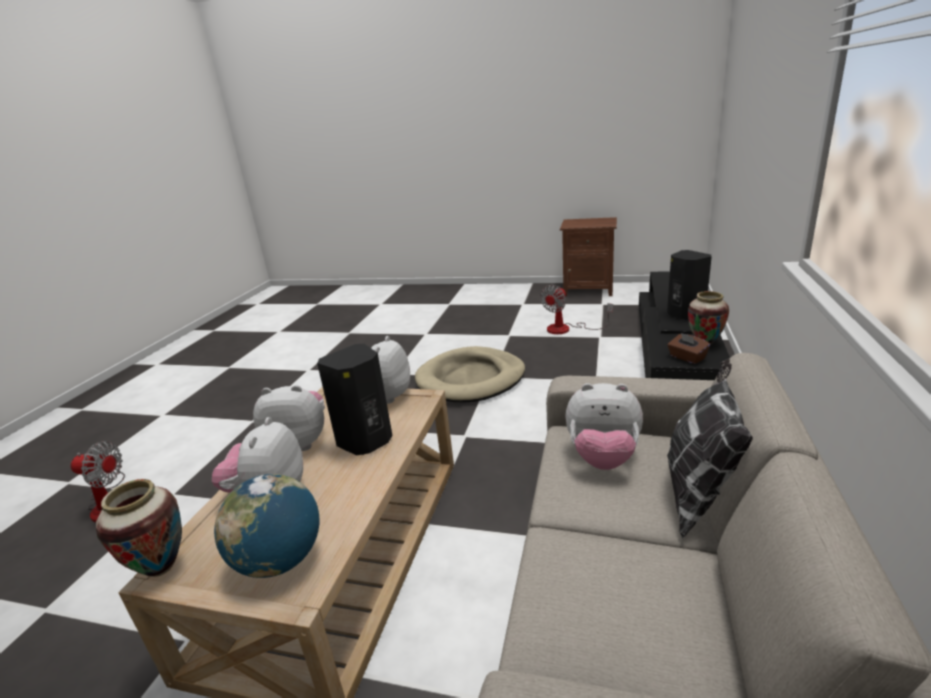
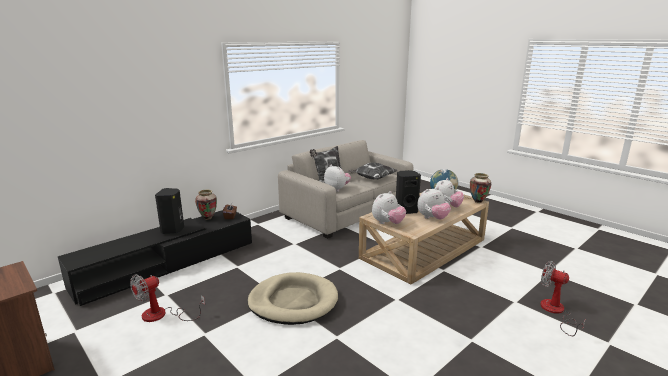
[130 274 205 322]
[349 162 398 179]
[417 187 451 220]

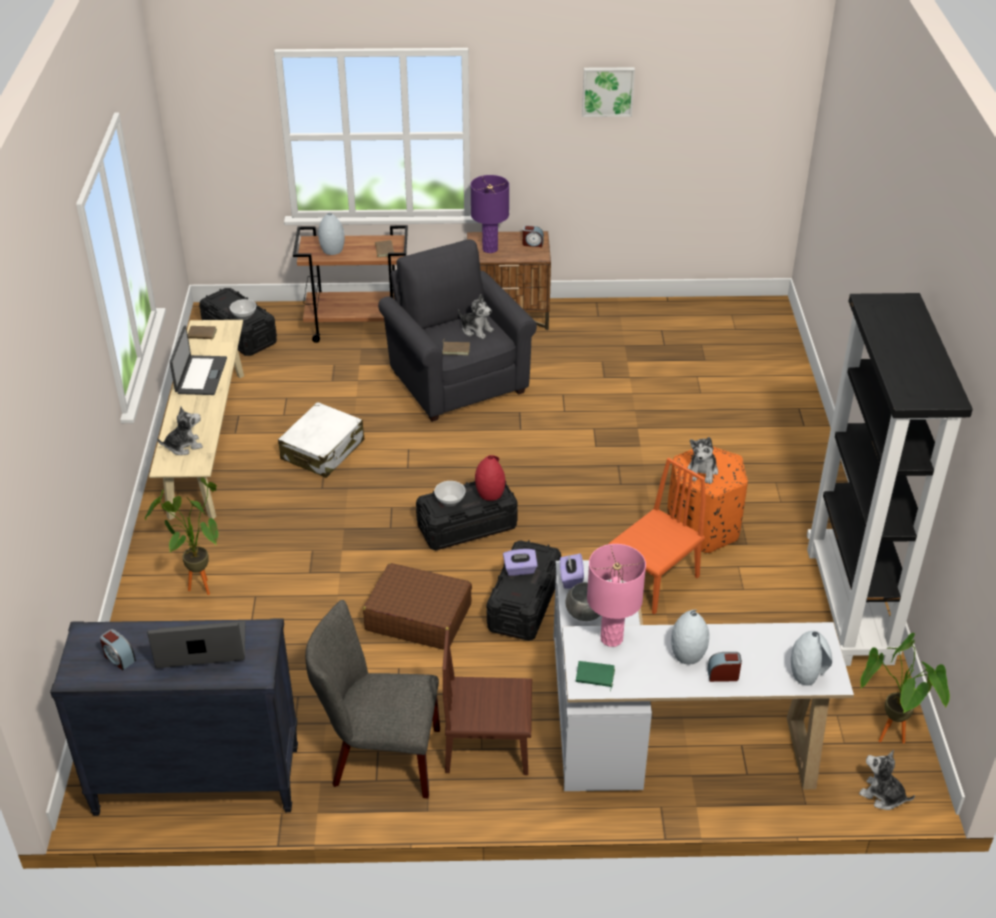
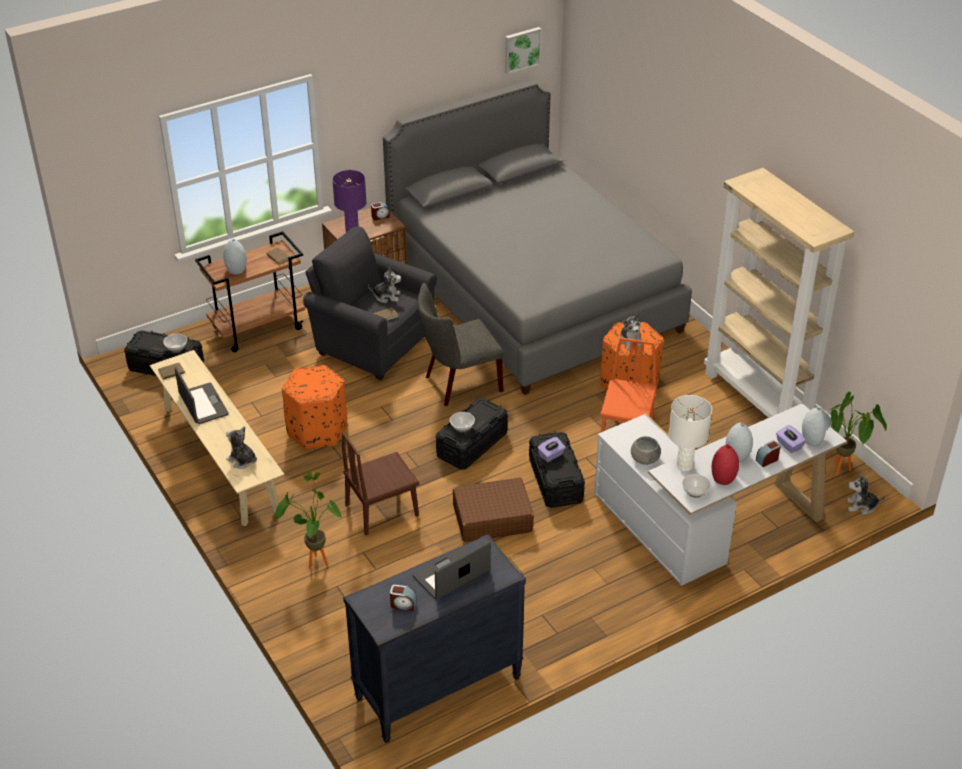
[226 426 257 469]
[282 365 347 450]
[342 432 419 536]
[383 80 692 395]
[417 283 504 406]
[505 27 542 74]
[668 395 712 471]
[682 474 711 498]
[704 168 854 418]
[711 444 739 485]
[776 425 806 453]

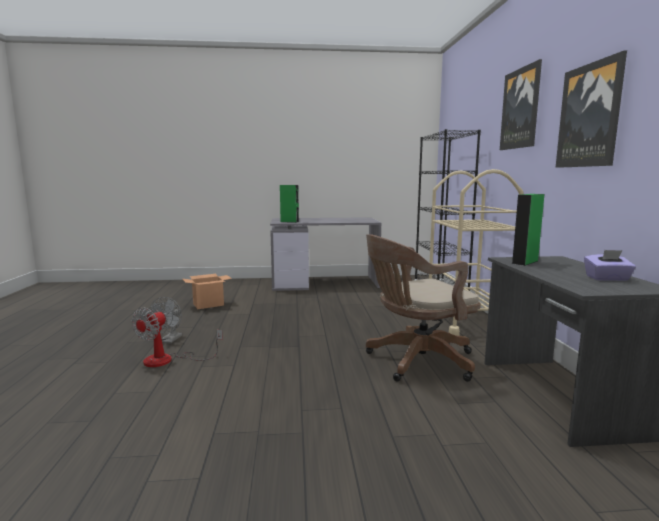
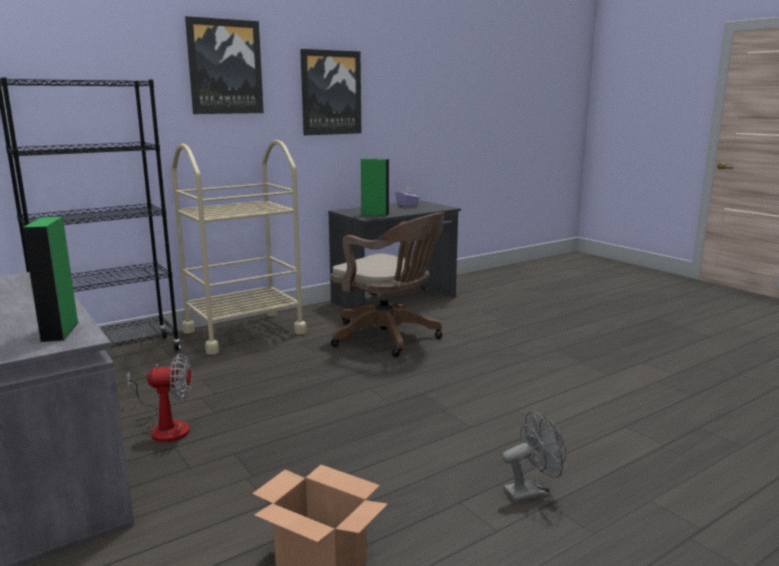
[127 353 192 442]

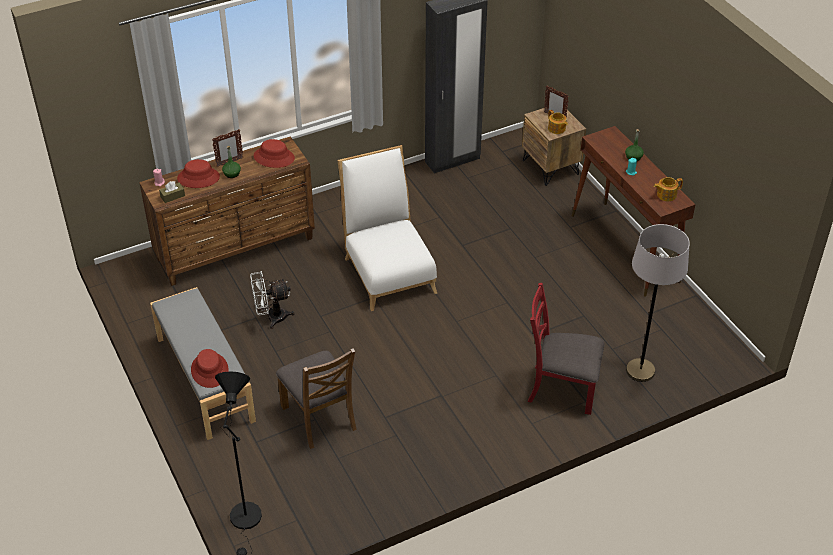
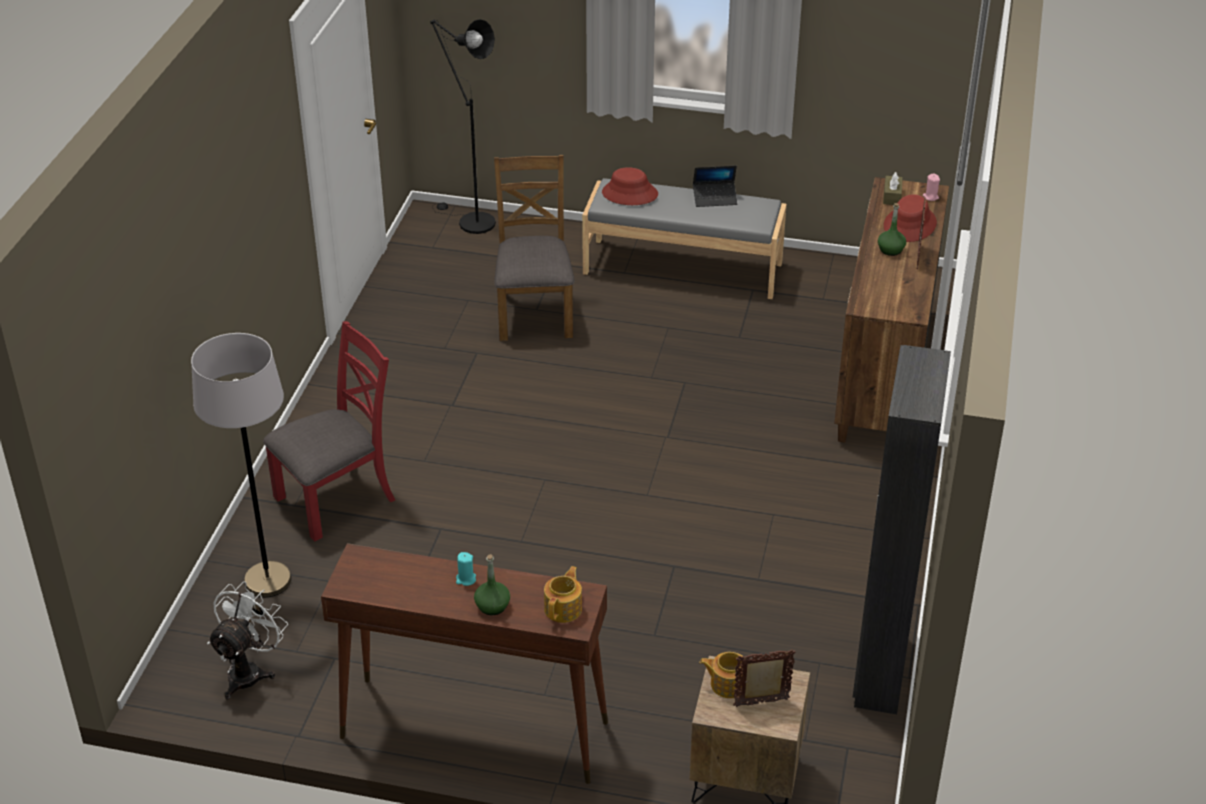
[207 581 288 699]
[494 155 575 341]
[544 566 582 623]
[693 165 737 207]
[254 139 295 168] (first image)
[337 145 437 311] (first image)

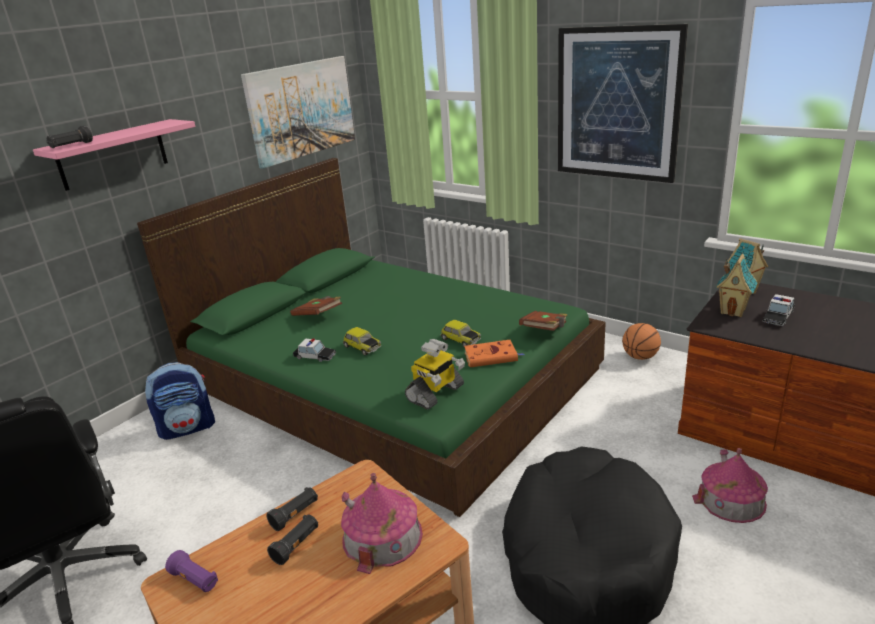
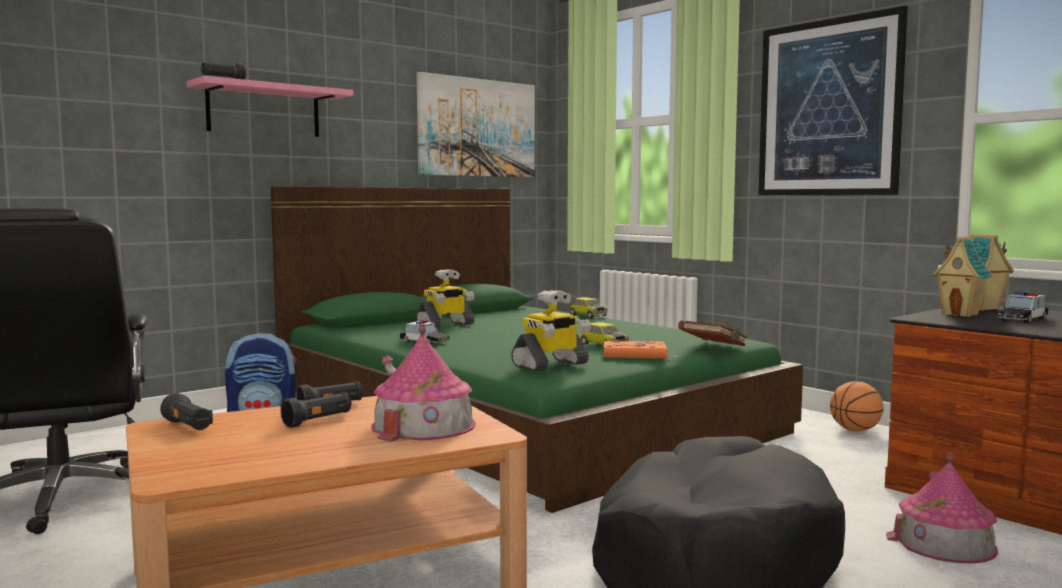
[160 393 213 430]
[416 269 474 328]
[570 297 608 318]

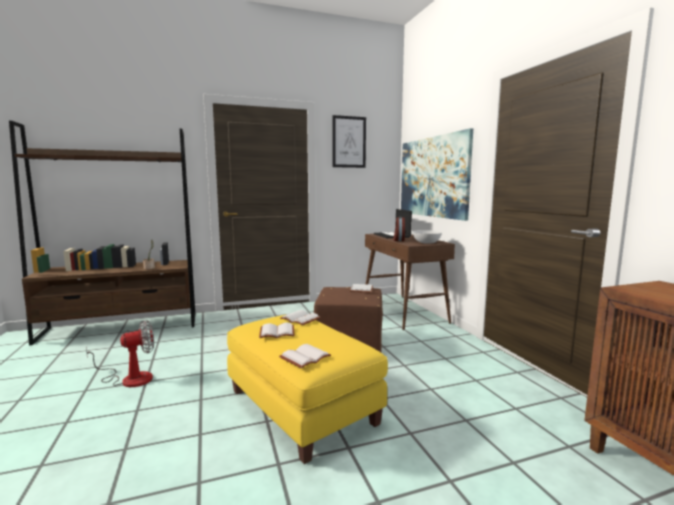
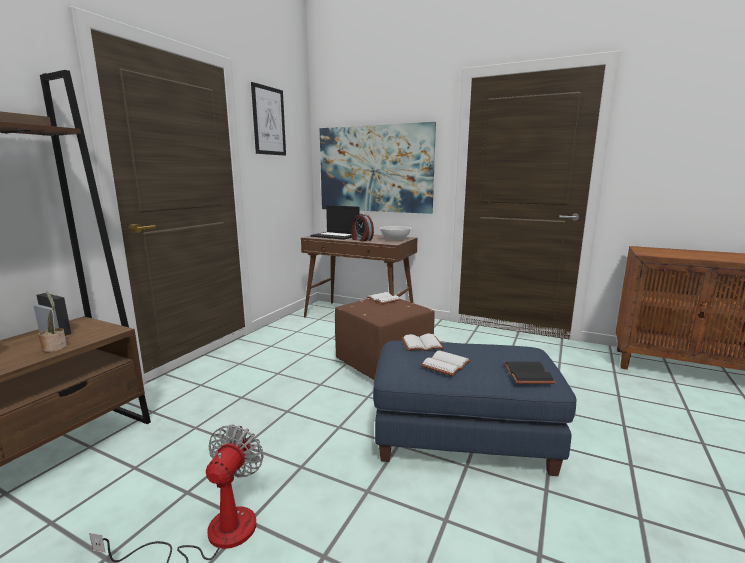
[373 341 577 476]
[503 362 556 384]

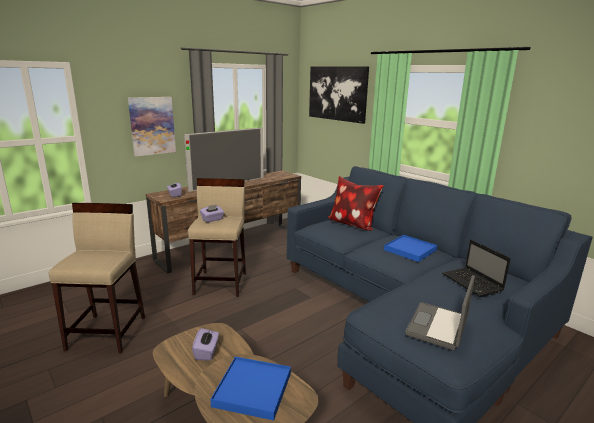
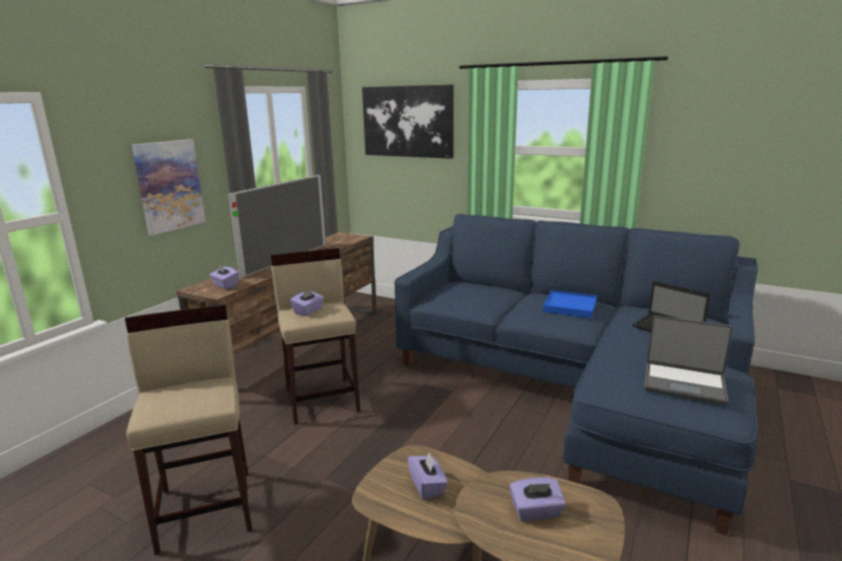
[509 477 566 521]
[644 316 733 405]
[328 176 384 231] (first image)

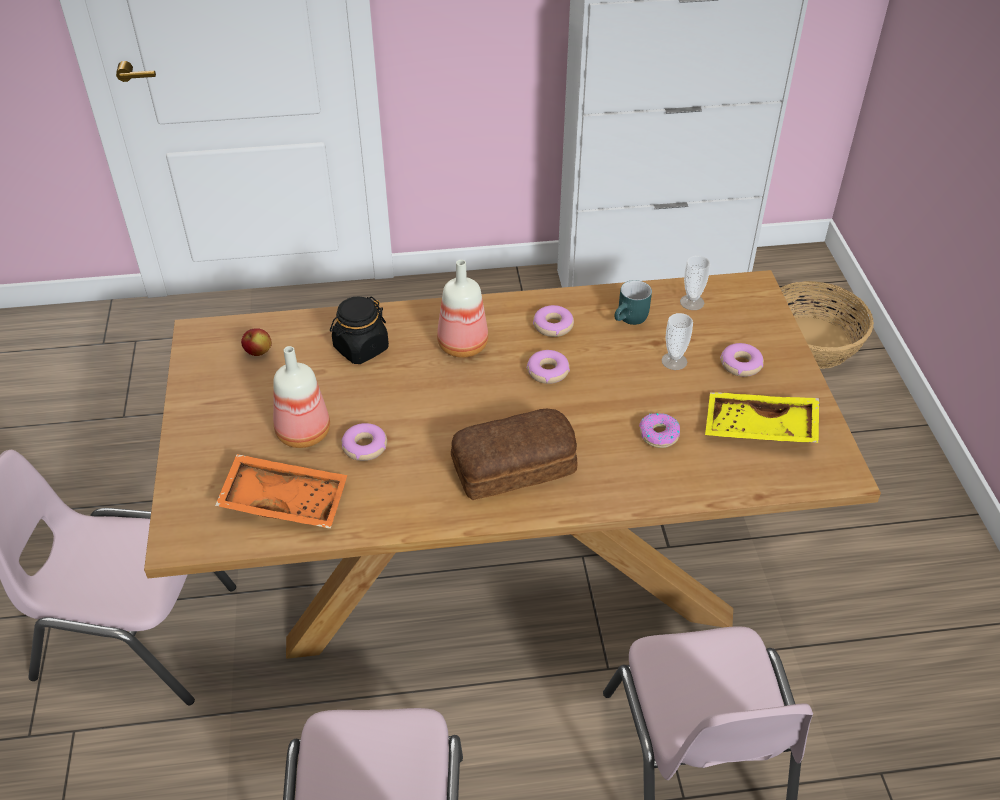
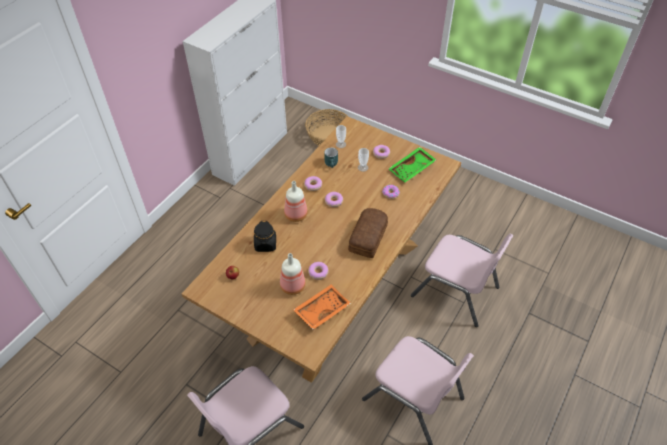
[388 147 436 182]

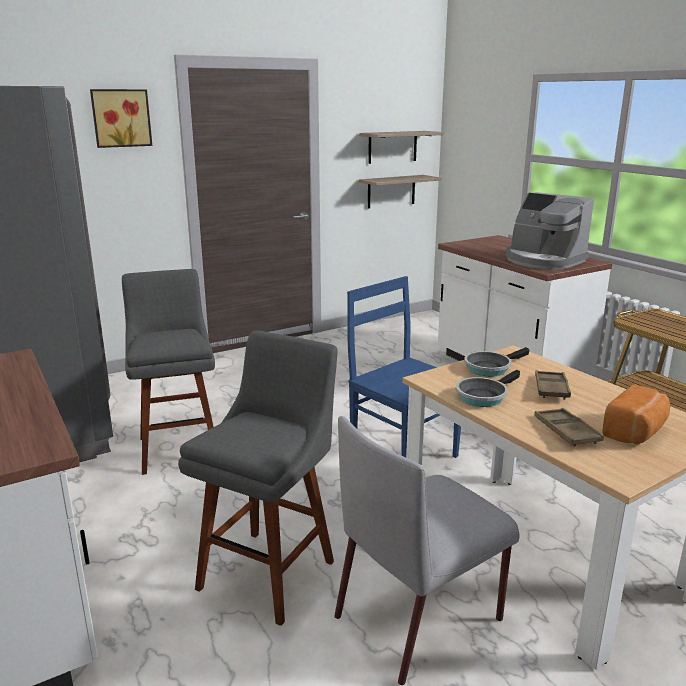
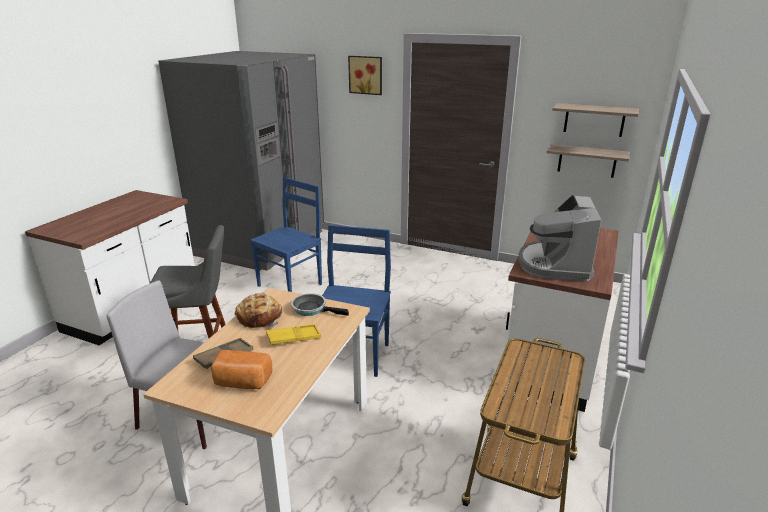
[235 293 282 328]
[250 177 322 292]
[266 324 321 345]

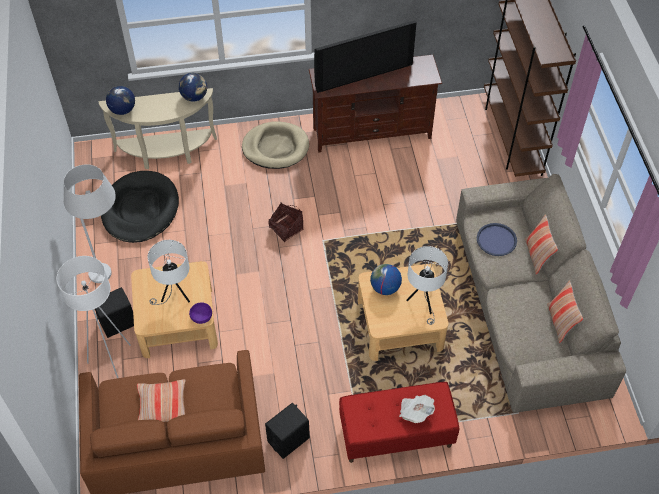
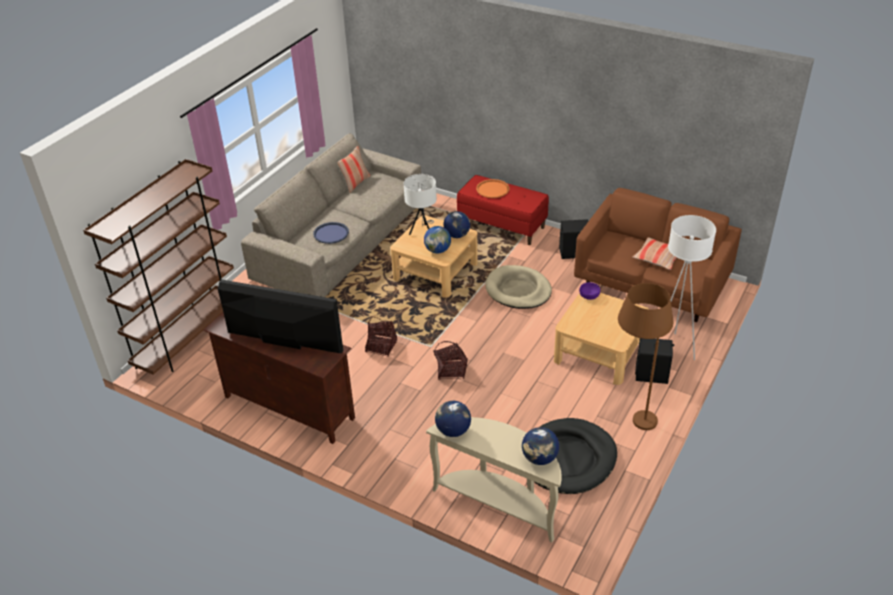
[365 317 397 357]
[443 211 470 238]
[476 179 510 198]
[485 265 552 309]
[618 283 673 430]
[148 240 190 305] (first image)
[525 214 558 275] (first image)

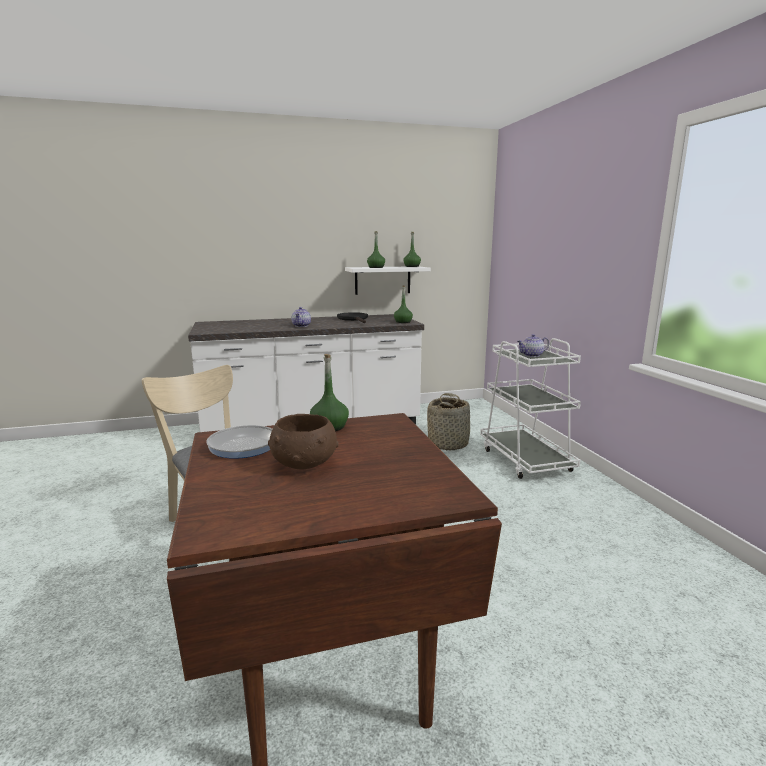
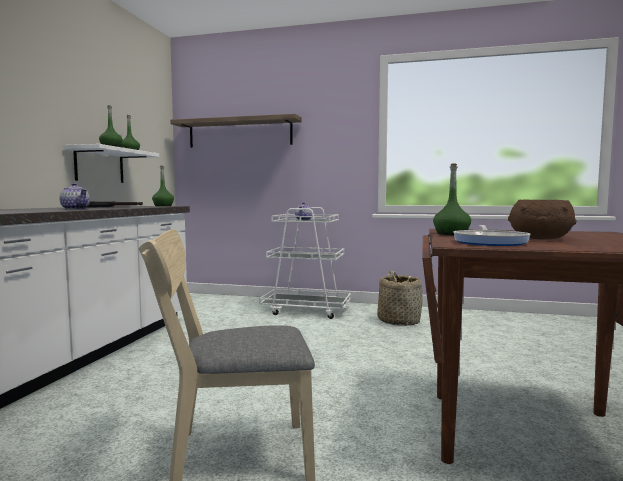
[170 114 302 148]
[377 271 423 326]

